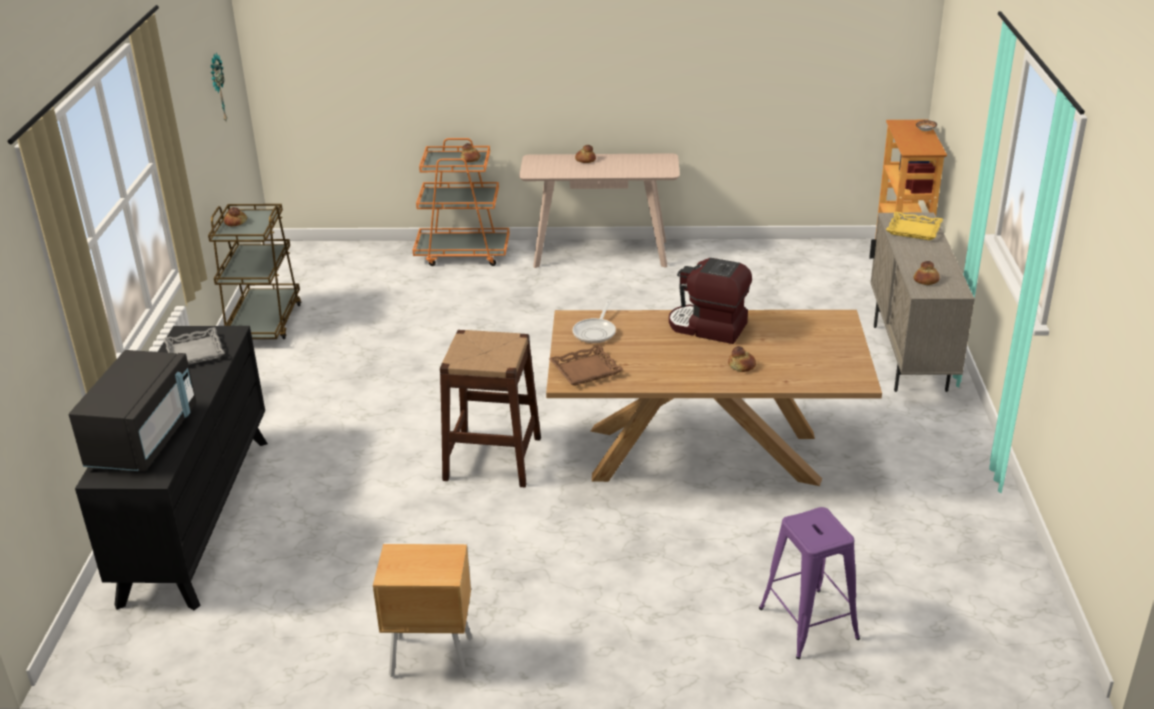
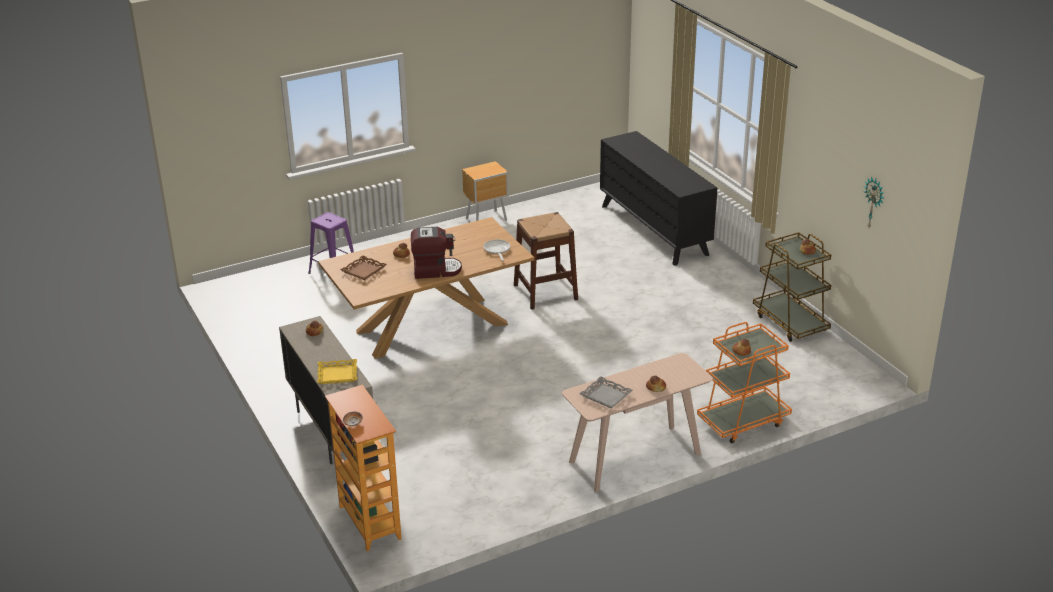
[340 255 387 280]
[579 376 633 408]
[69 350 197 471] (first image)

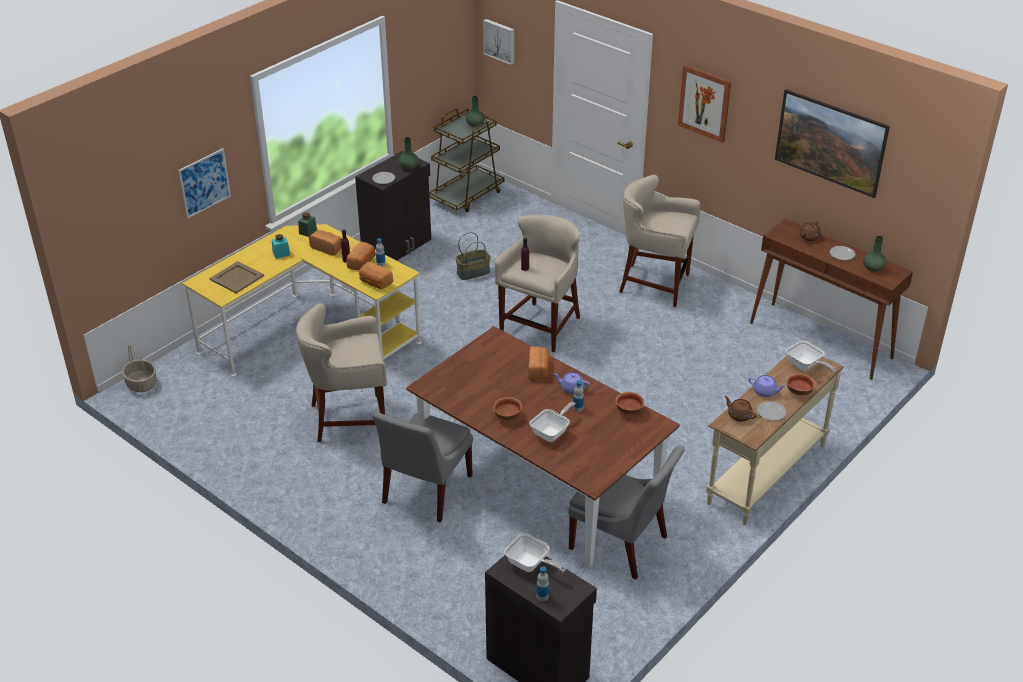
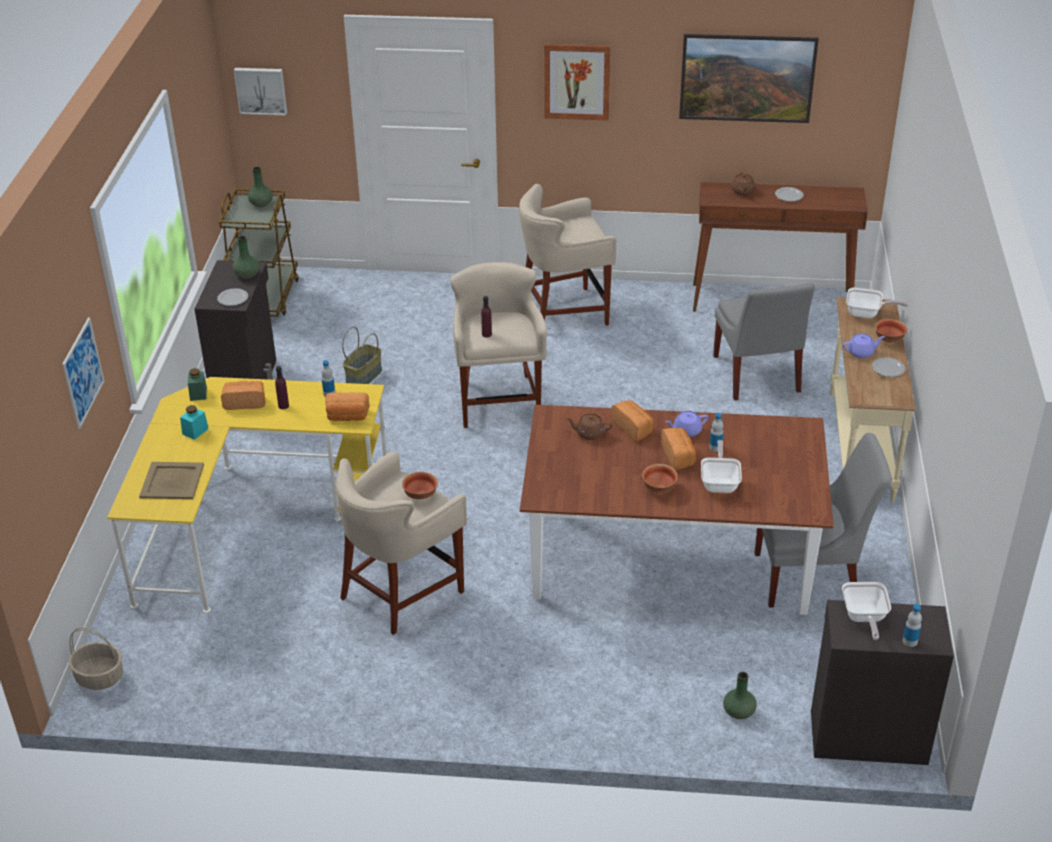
[402 472 438 500]
[566 414 612 440]
[661 428 696 470]
[713 283 815 400]
[723 672 757 719]
[842 582 891 640]

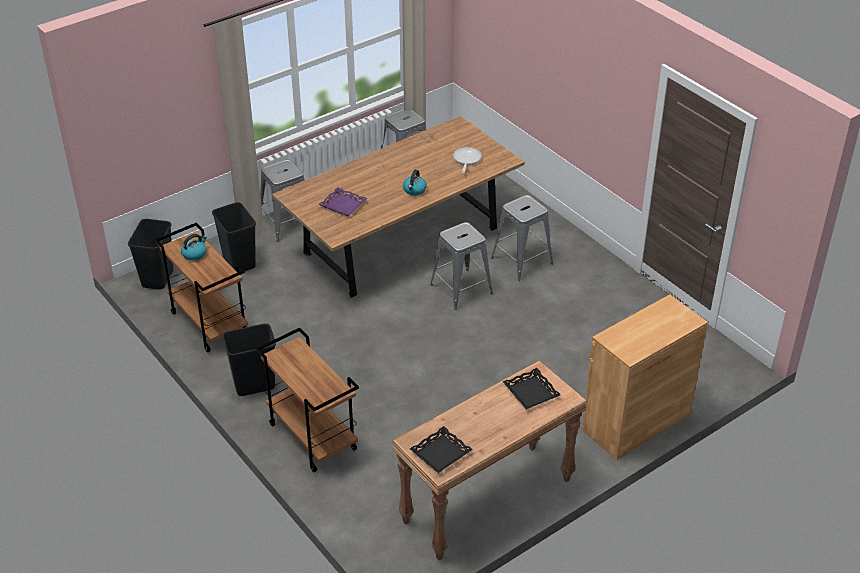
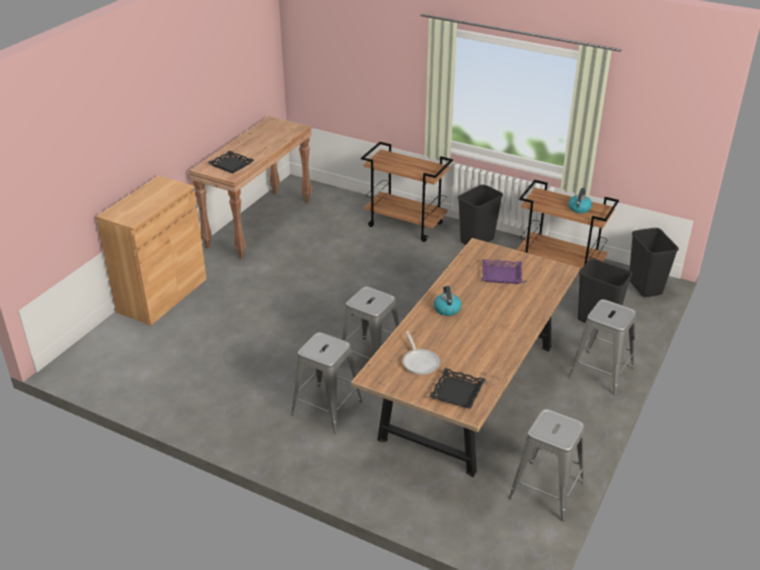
[429 368 485 408]

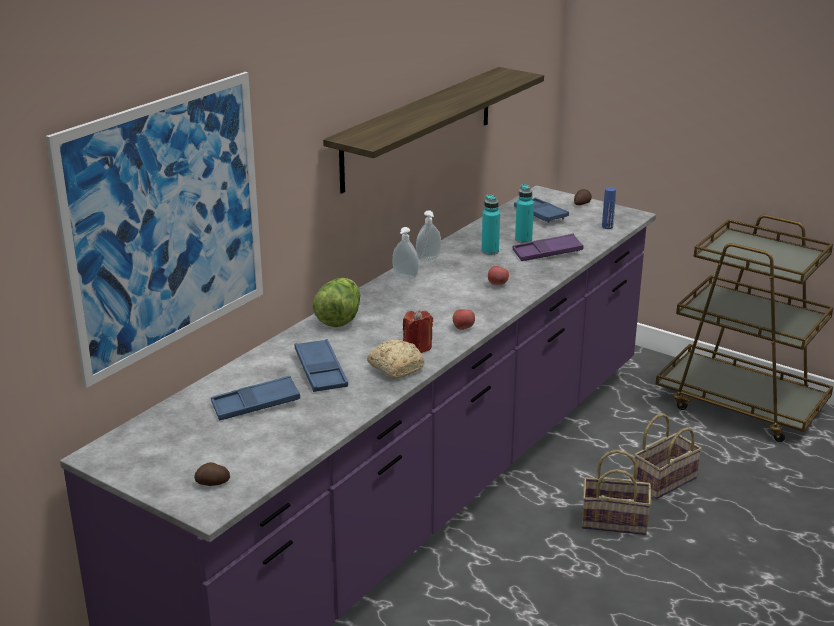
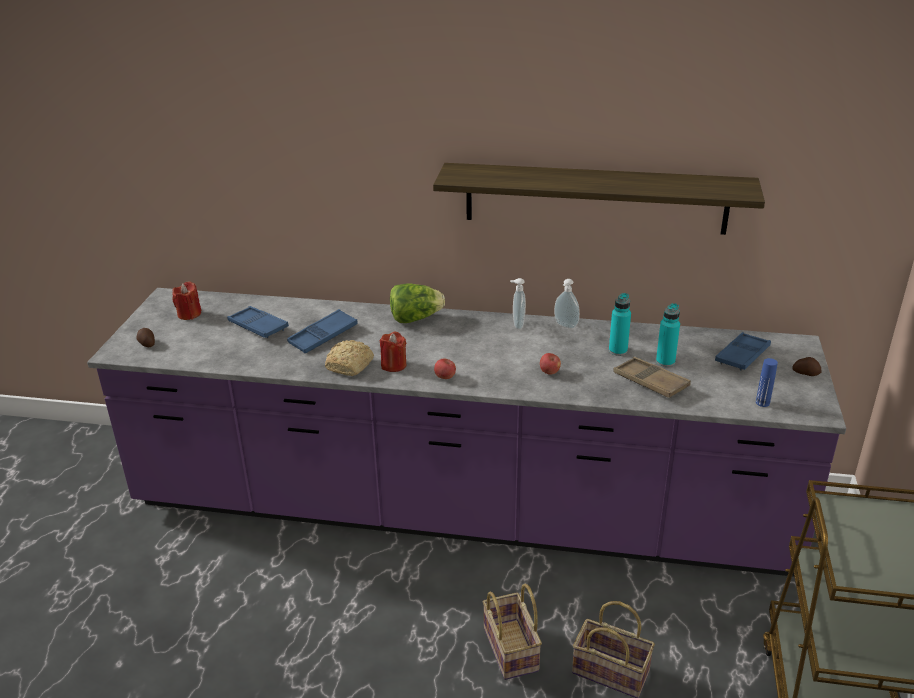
[172 282 201 320]
[613 357 691 398]
[46 72 263 388] (first image)

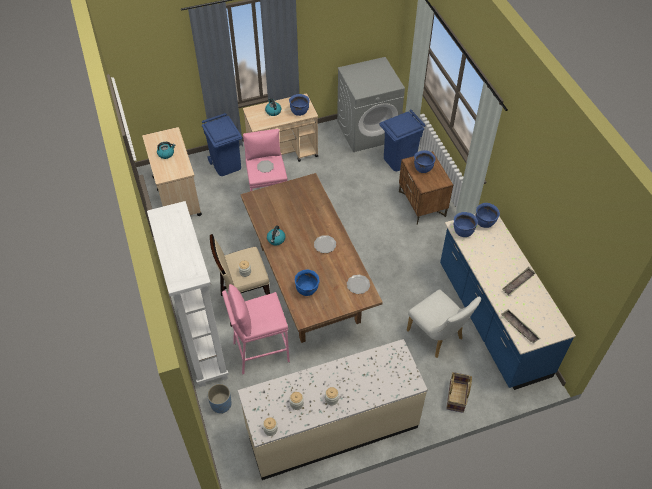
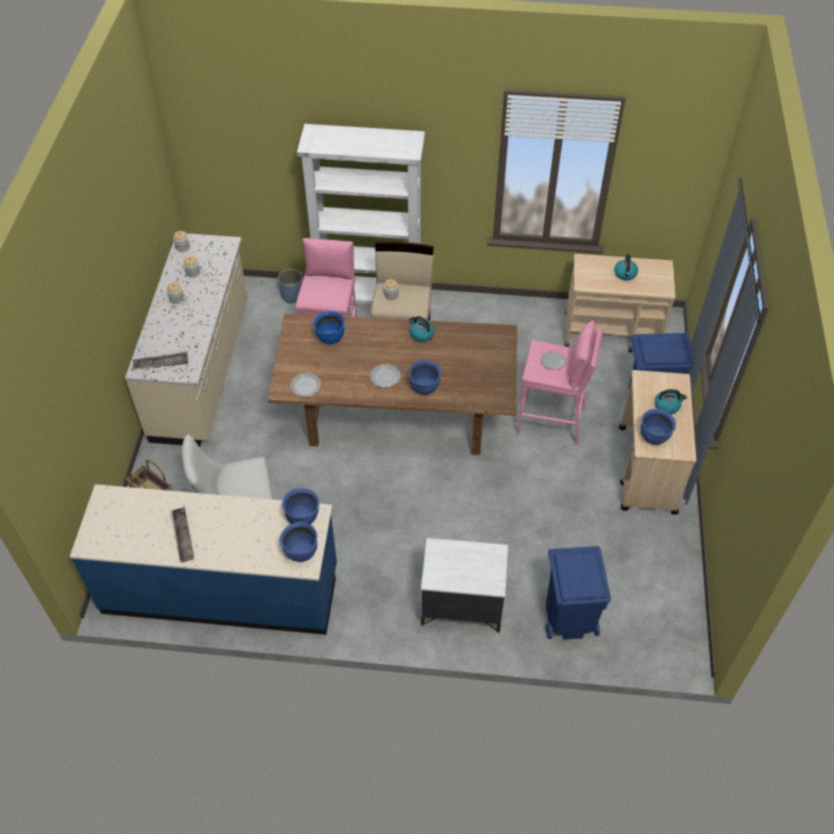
[133 351 189 370]
[409 360 441 395]
[421 538 508 633]
[337 57 405 152] (first image)

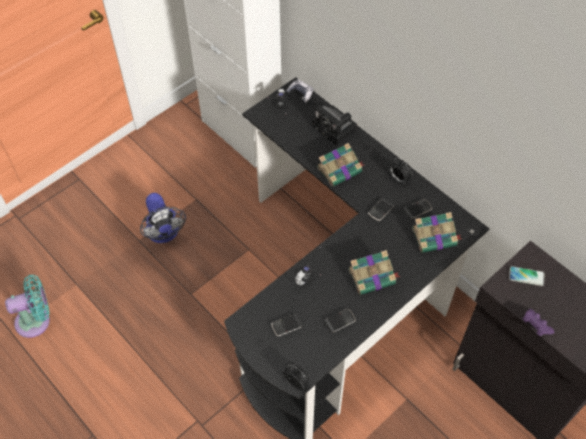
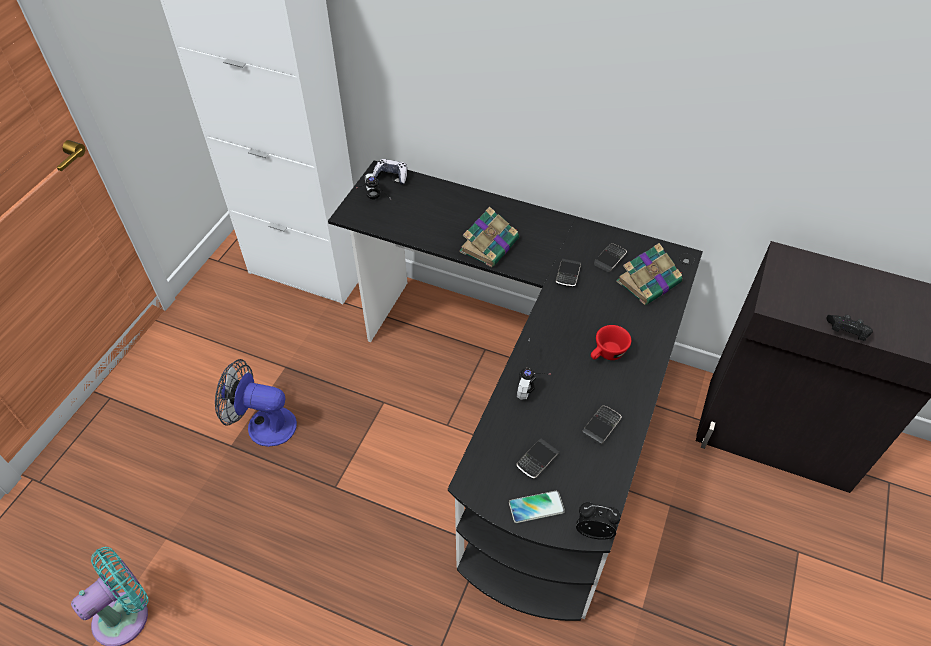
[215 359 297 447]
[509 491 565 523]
[591 325 631 360]
[826 315 873 341]
[312 106 357 146] (first image)
[390 158 413 184] (first image)

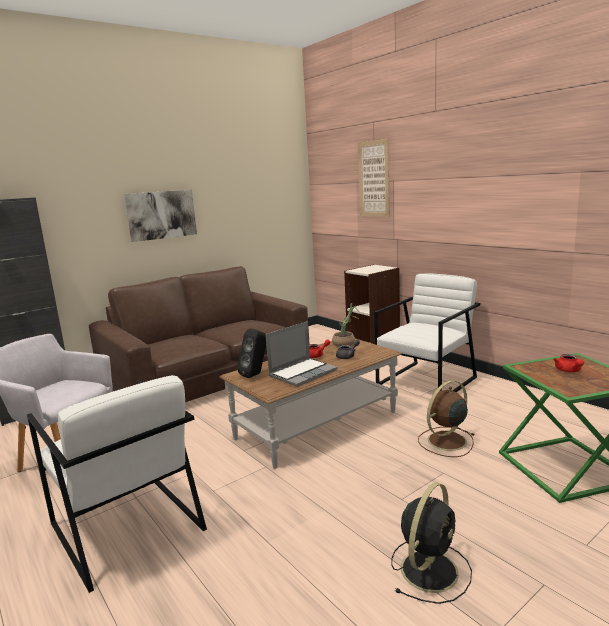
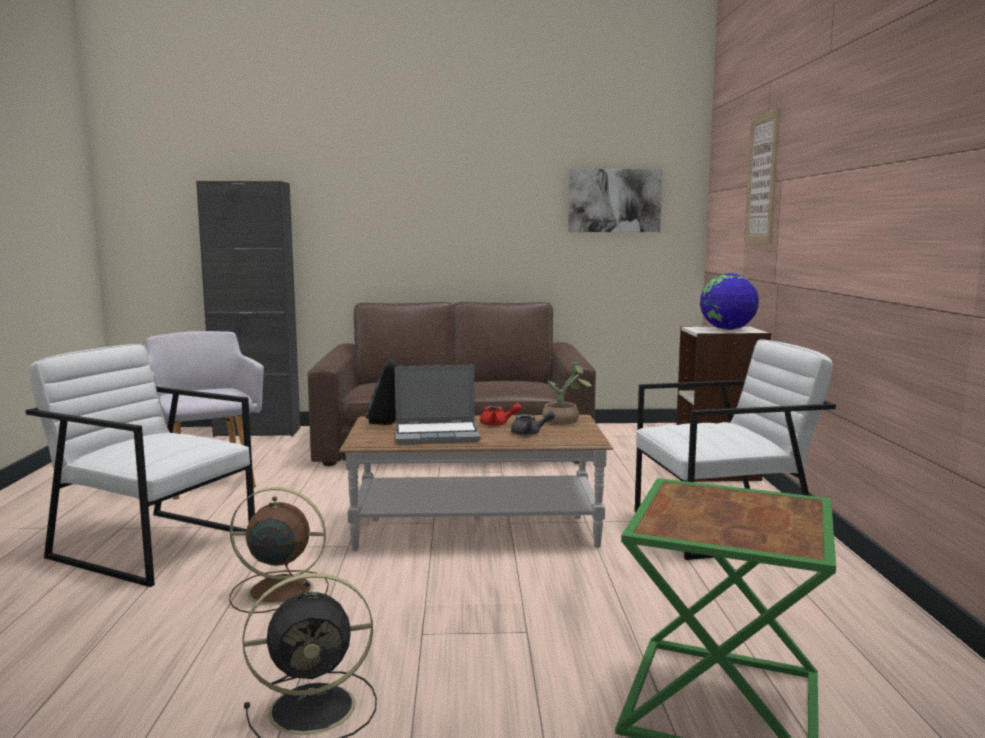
[26 344 255 587]
[229 487 329 613]
[568 169 663 232]
[700 273 759 330]
[553 354 584 372] (first image)

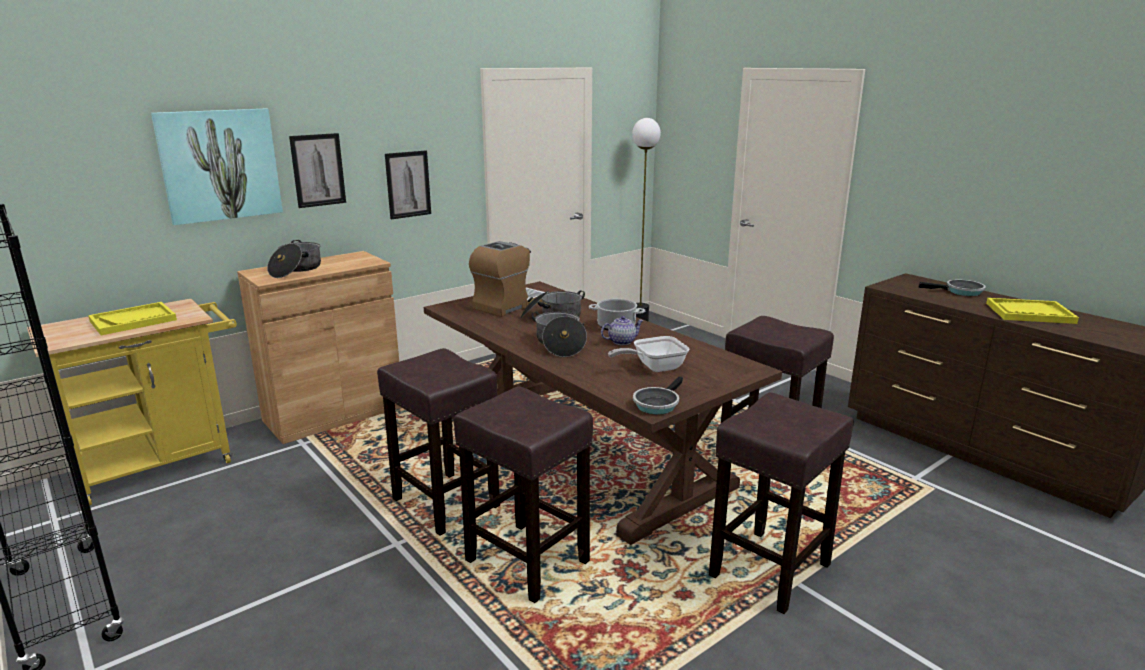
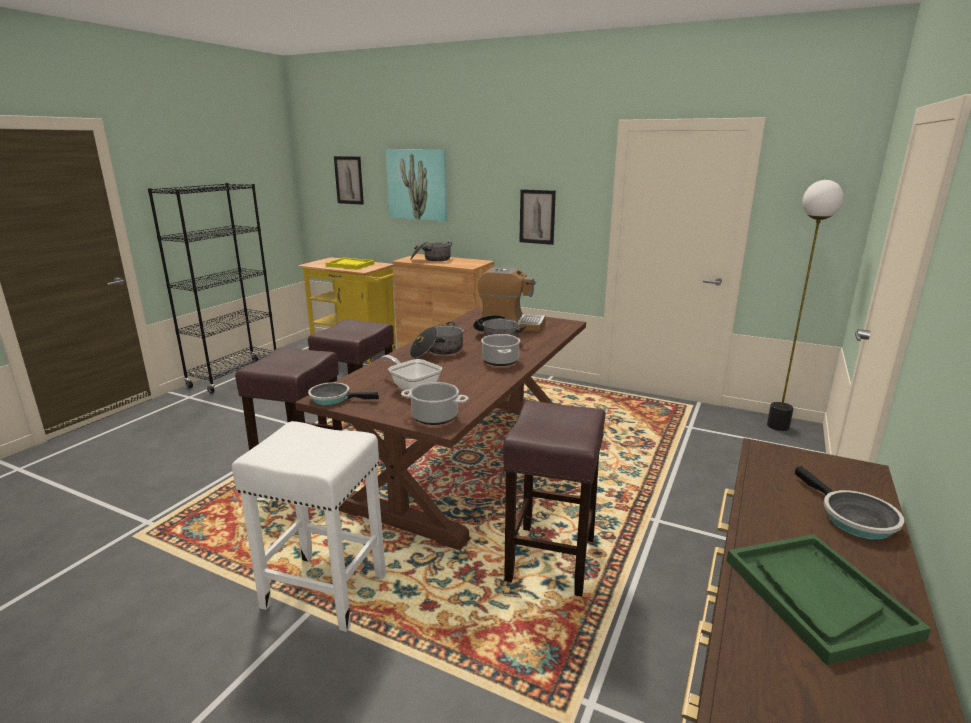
[232 421 386 632]
[334 156 364 205]
[401 382 468 425]
[726 534 931 665]
[601 316 644 345] (first image)

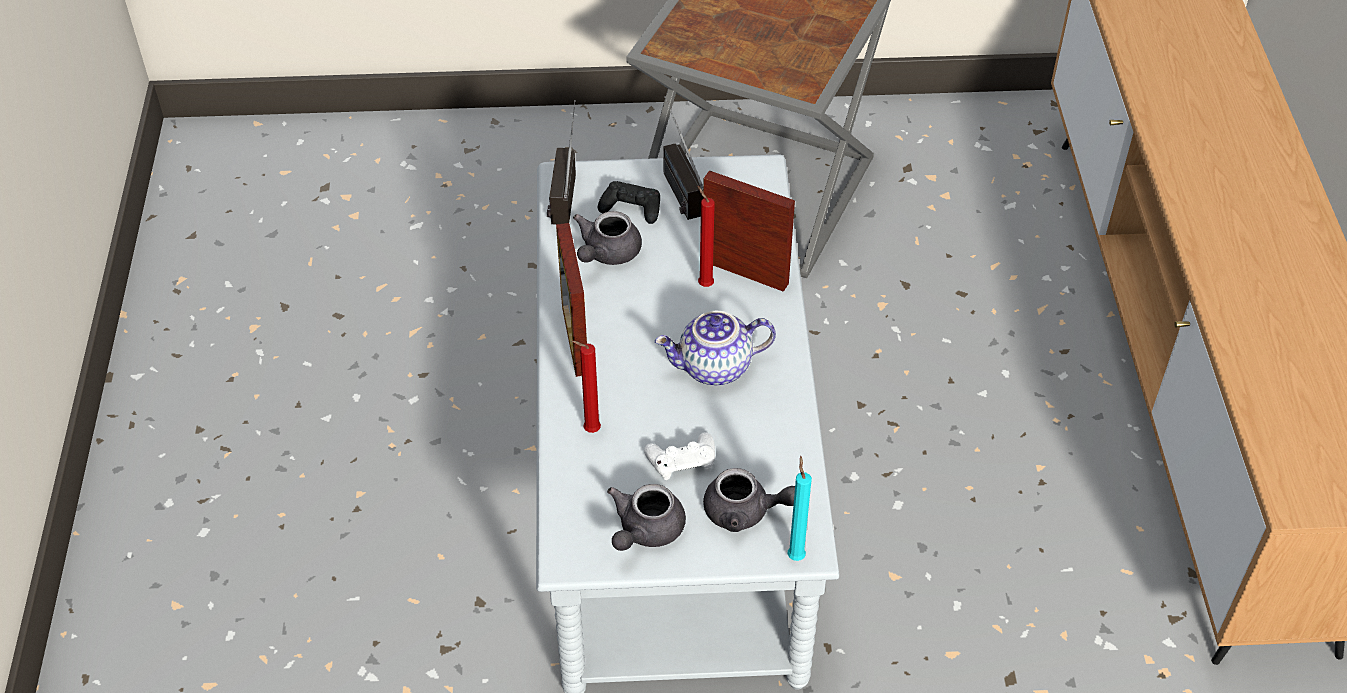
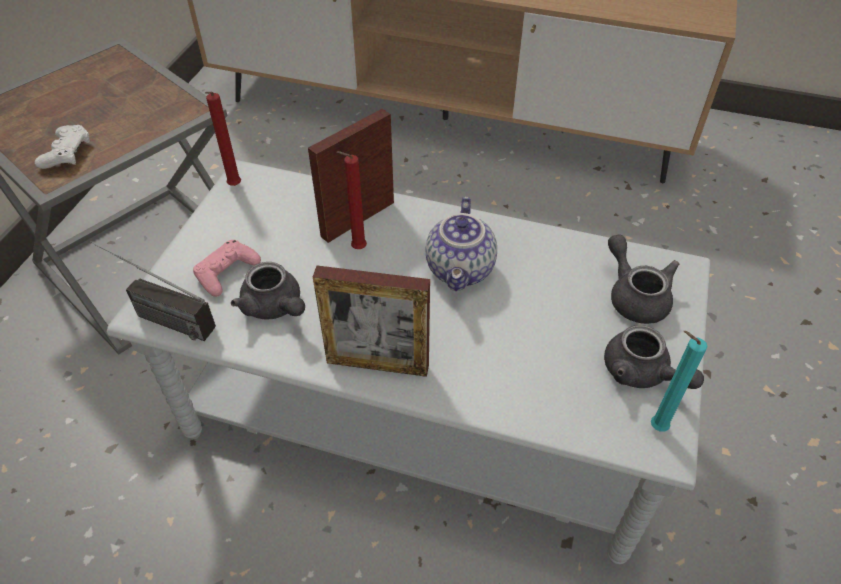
[35 125 90 169]
[193 240 261 297]
[205 92 241 186]
[608 234 679 324]
[651 331 708 432]
[663 96 703 220] (first image)

